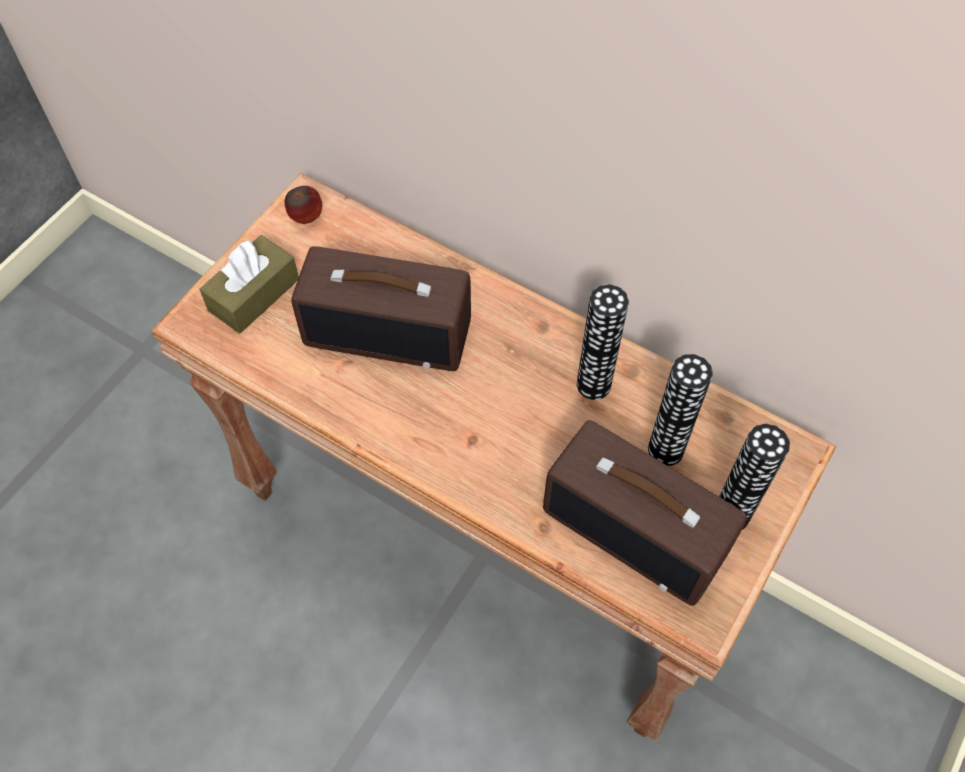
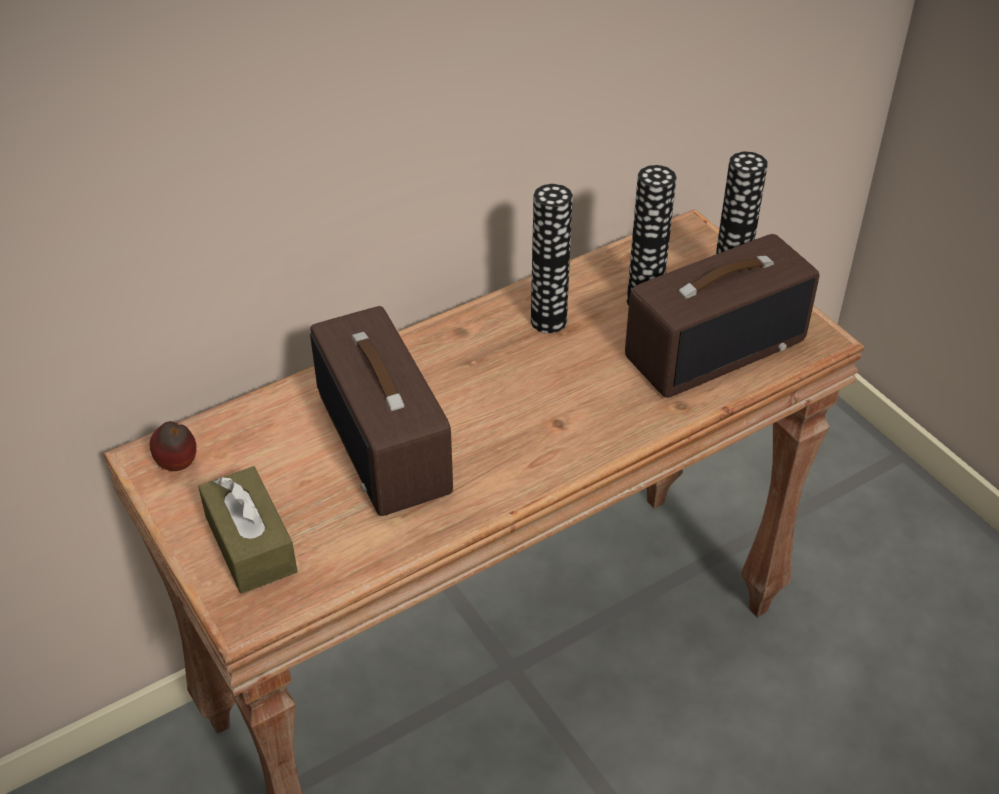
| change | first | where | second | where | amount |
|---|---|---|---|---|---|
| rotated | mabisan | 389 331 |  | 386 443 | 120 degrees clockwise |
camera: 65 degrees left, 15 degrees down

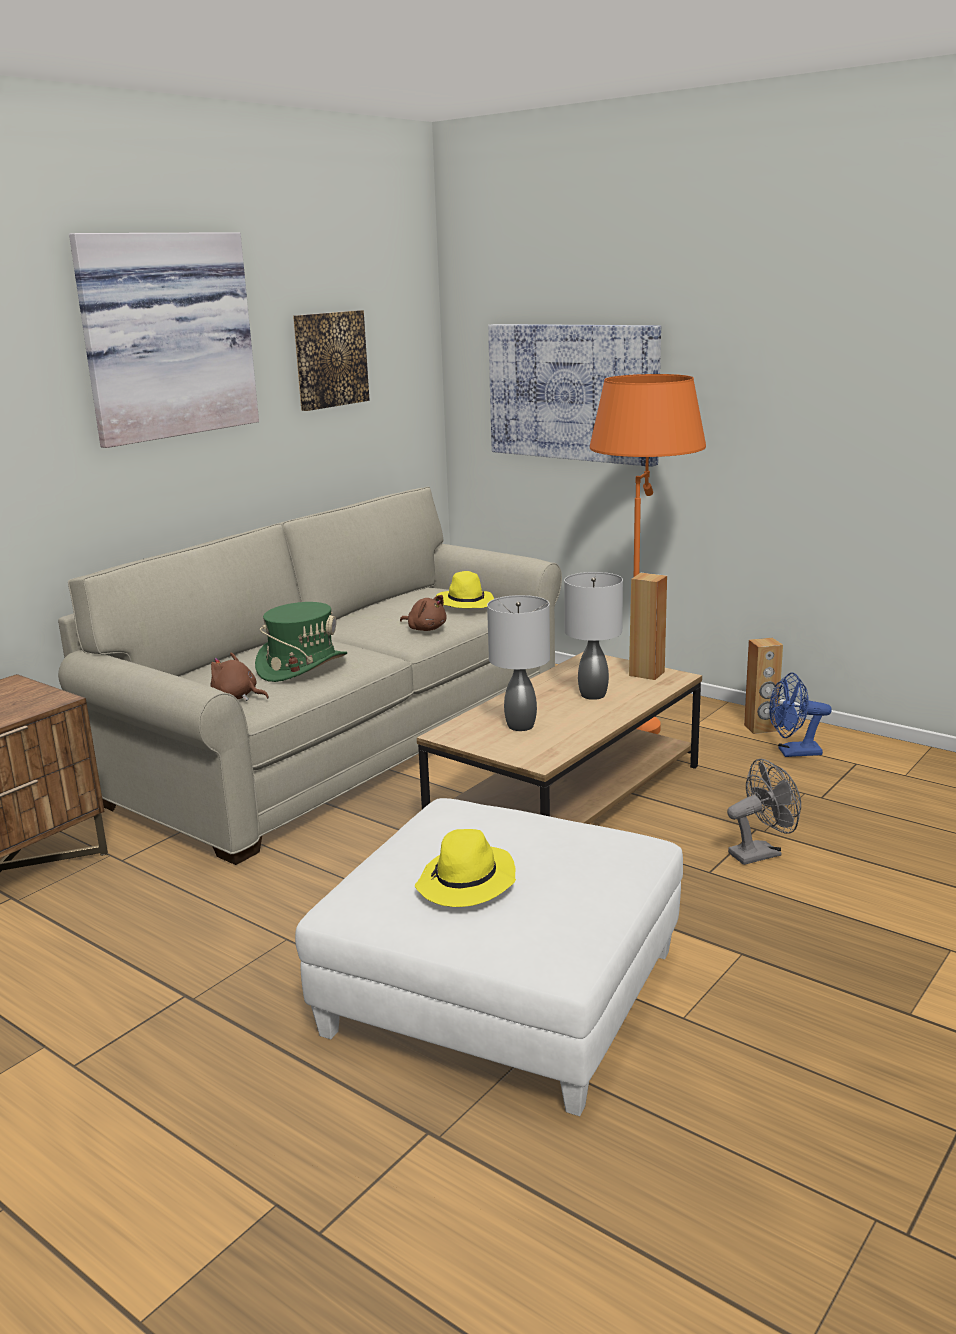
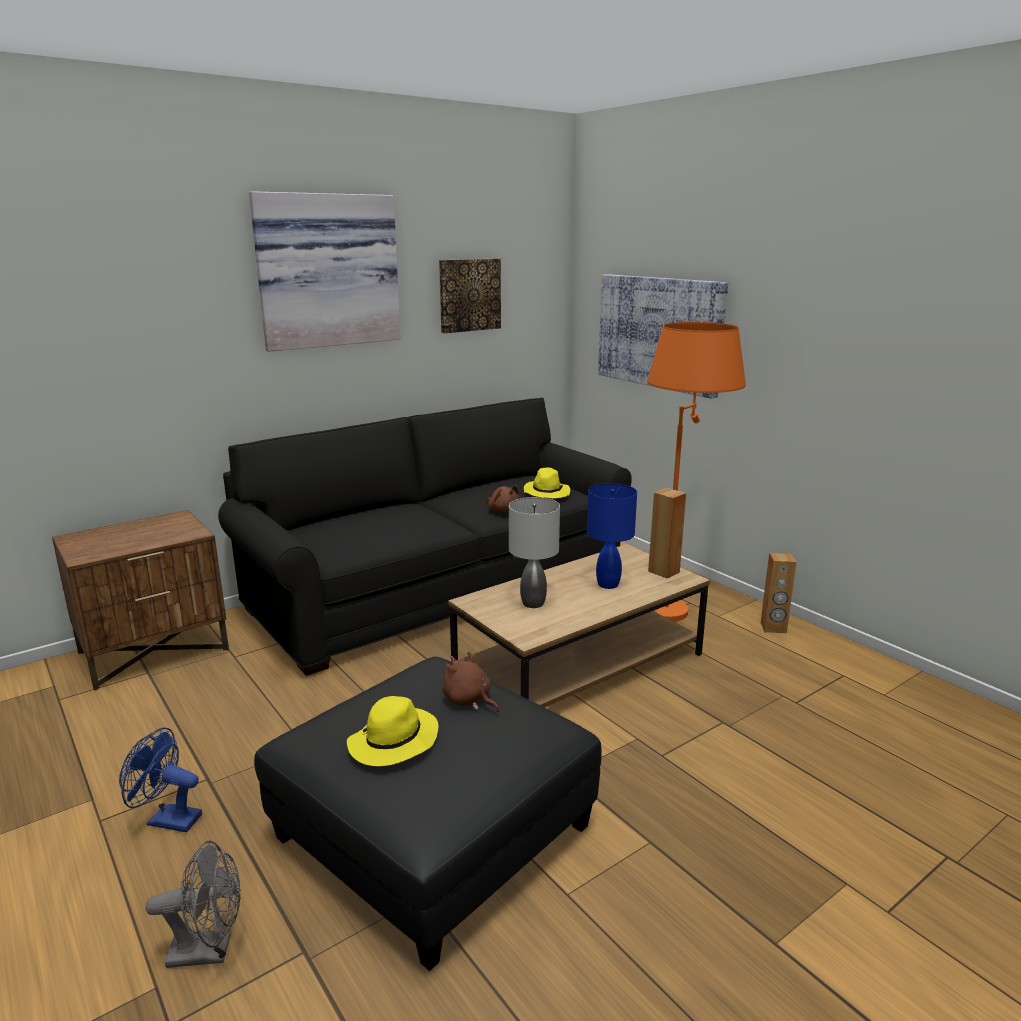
| change | first | where | second | where | amount |
|---|---|---|---|---|---|
| repainted | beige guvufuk | 344 743 | black guvufuk | 439 589 |  |
| shifted | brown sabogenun | 237 697 |  | 469 700 |  |
| gone | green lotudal | 302 666 |  |  |  |
| repainted | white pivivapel | 500 991 | black pivivapel | 433 831 |  |
| repainted | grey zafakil | 592 695 | blue zafakil | 607 584 |  |
| shifted | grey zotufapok | 761 853 |  | 209 950 |  |
| shifted | blue zotufapok | 793 753 |  | 167 819 |  |
camera: 15 degrees right, 0 degrees up

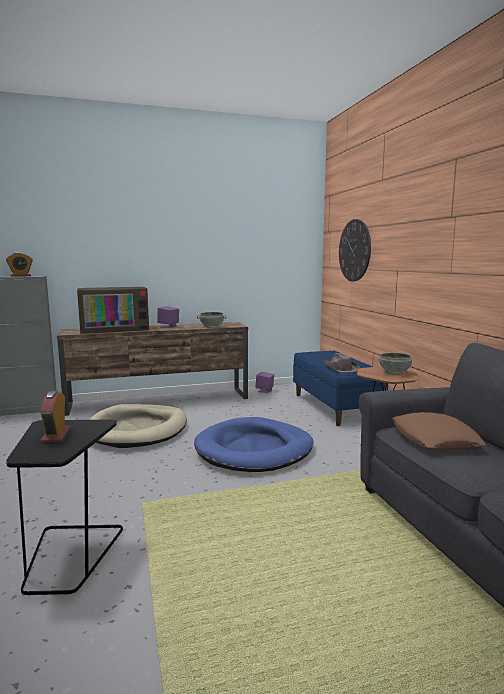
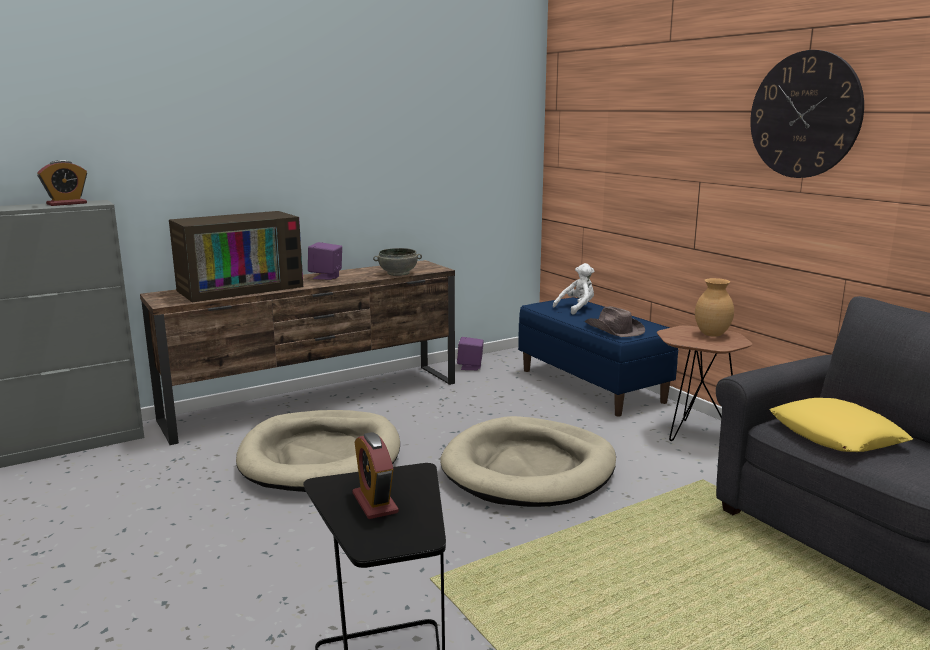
| change | first | where | second | where | amount |
|---|---|---|---|---|---|
| repainted | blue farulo | 254 449 | beige farulo | 529 468 |  |
| shifted | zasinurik | 354 250 |  | 804 115 |  |
| swapped | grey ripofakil | 395 372 | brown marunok | 712 335 |  |
| repainted | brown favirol | 434 439 | yellow favirol | 836 435 |  |
| new |  |  | white sabogenun | 577 308 |  |
camera: 15 degrees left, 5 degrees up

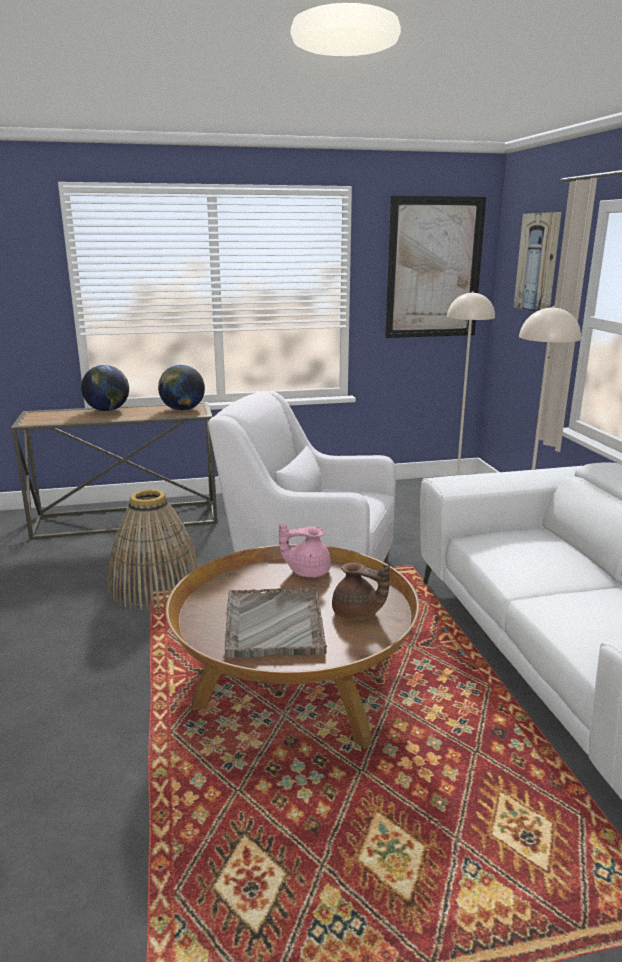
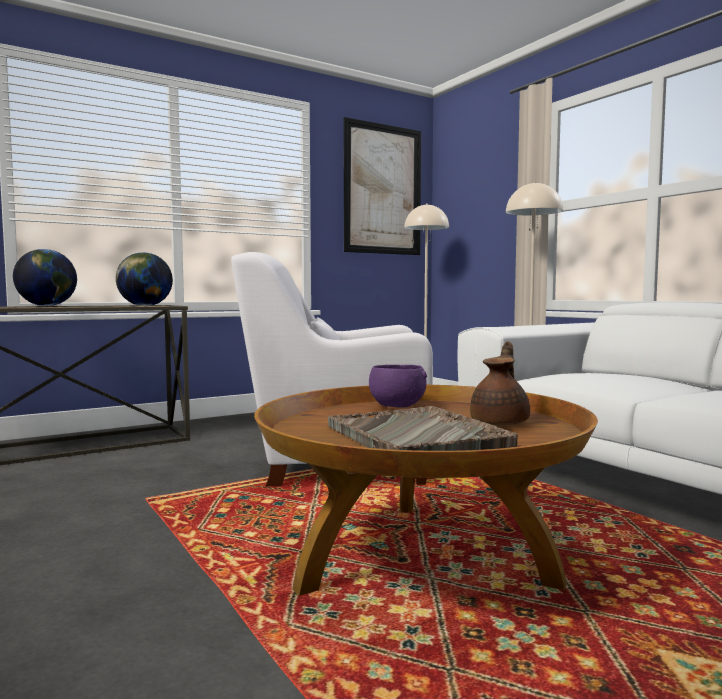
| change | first | where | second | where | amount |
|---|---|---|---|---|---|
| gone | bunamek | 156 586 |  |  |  |
| swapped | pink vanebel | 307 571 | purple ripofakil | 396 406 |  |
| rotated | brown vanebel | 357 614 |  | 501 423 | 75 degrees counterclockwise |
| gone | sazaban | 538 262 |  |  |  |
camera: 20 degrees left, 15 degrees down

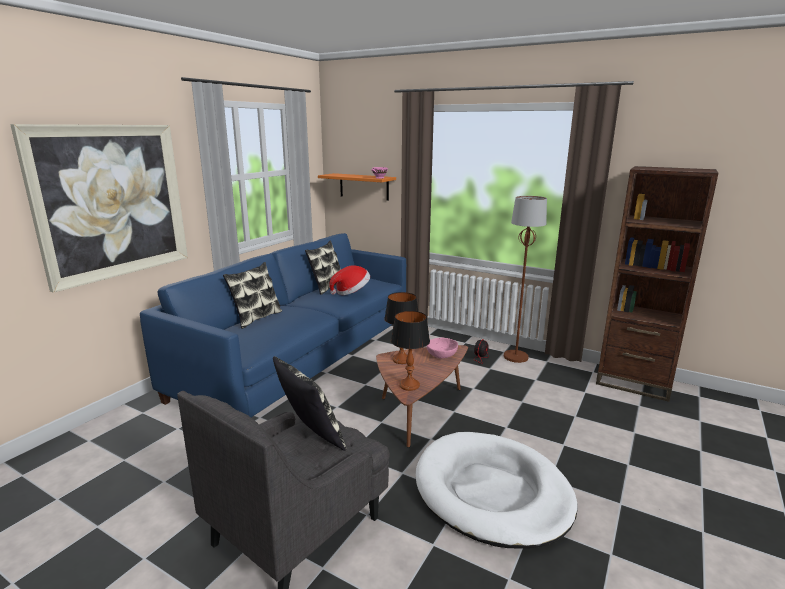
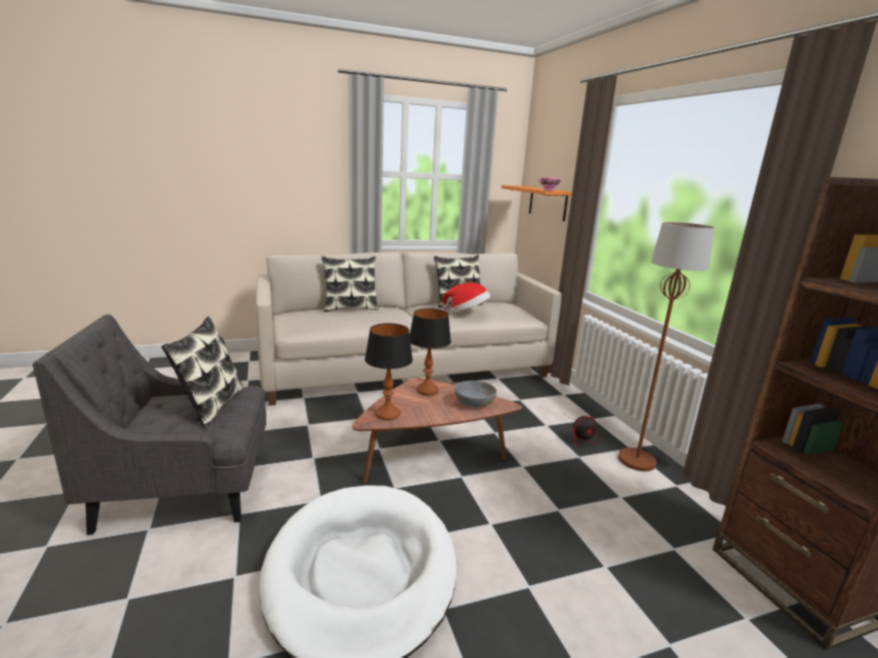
| change | first | where | second | where | amount |
|---|---|---|---|---|---|
| gone | sazaban | 112 202 |  |  |  |
| repainted | blue guvufuk | 301 358 | beige guvufuk | 406 368 |  |
| repainted | pink ripofakil | 441 355 | grey ripofakil | 474 403 |  |
camera: 40 degrees right, 0 degrees up

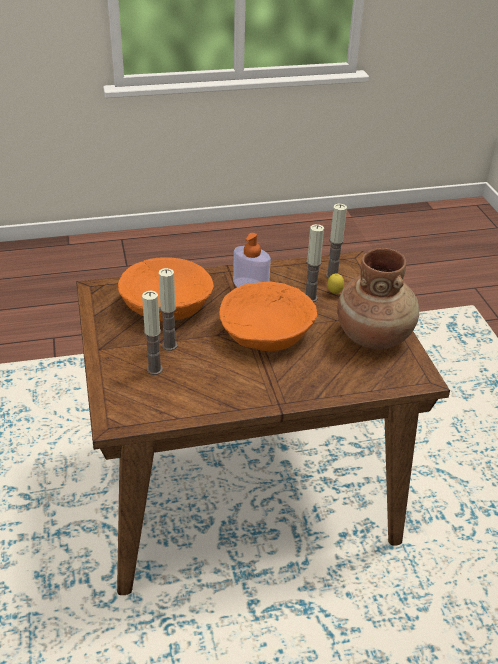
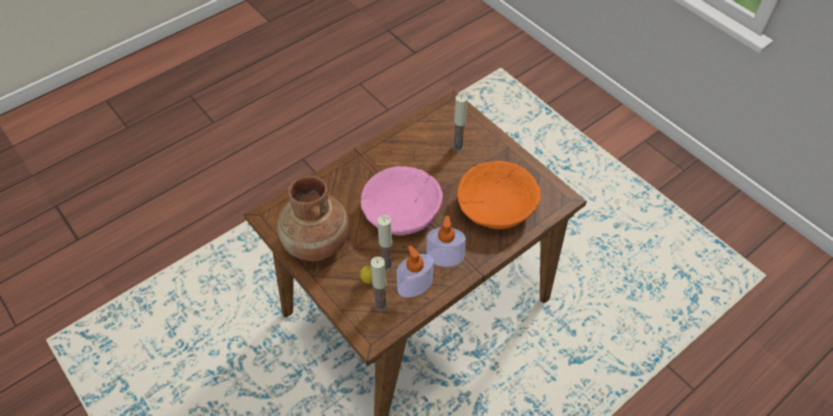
| change | first | where | second | where | amount |
|---|---|---|---|---|---|
| gone | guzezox | 169 345 |  |  |  |
| repainted | orange ripofakil | 267 332 | pink ripofakil | 401 212 |  |
| new |  |  | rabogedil | 415 285 |  |
camera: 155 degrees right, 15 degrees up

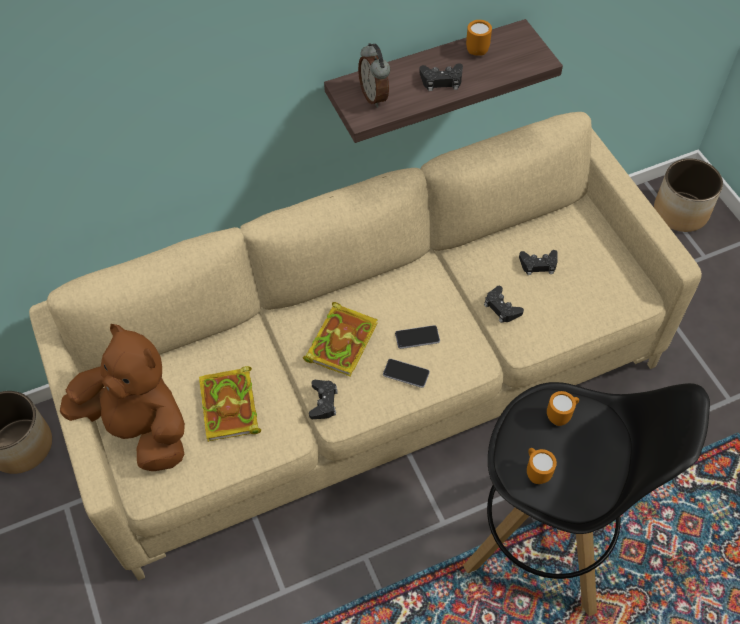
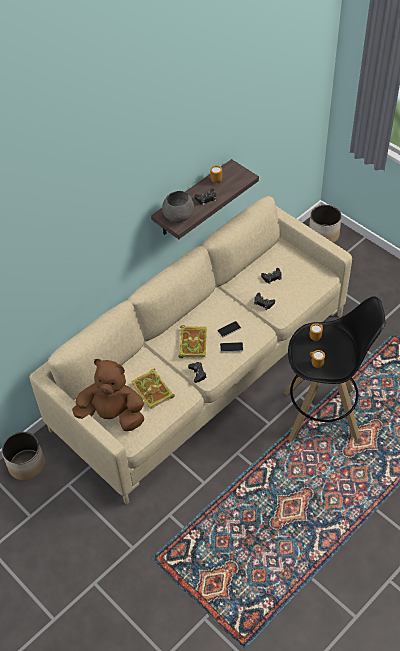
| change | first | where | second | where | amount |
|---|---|---|---|---|---|
| swapped | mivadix | 375 96 | grey ripofakil | 179 215 |  |
camera: 20 degrees left, 5 degrees down

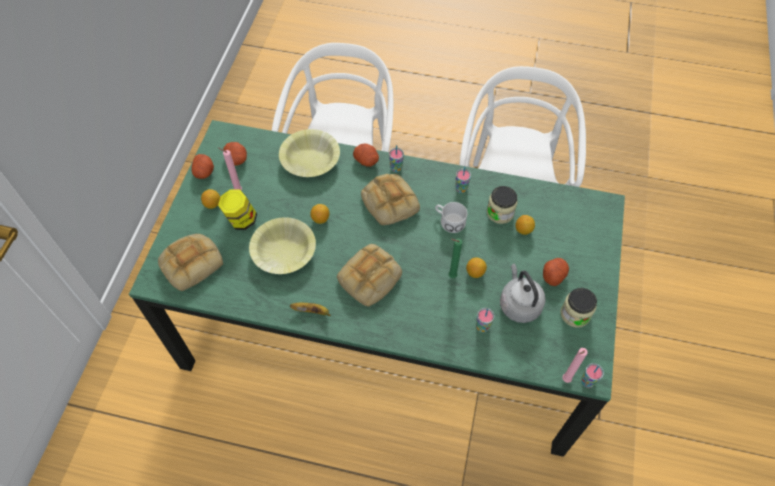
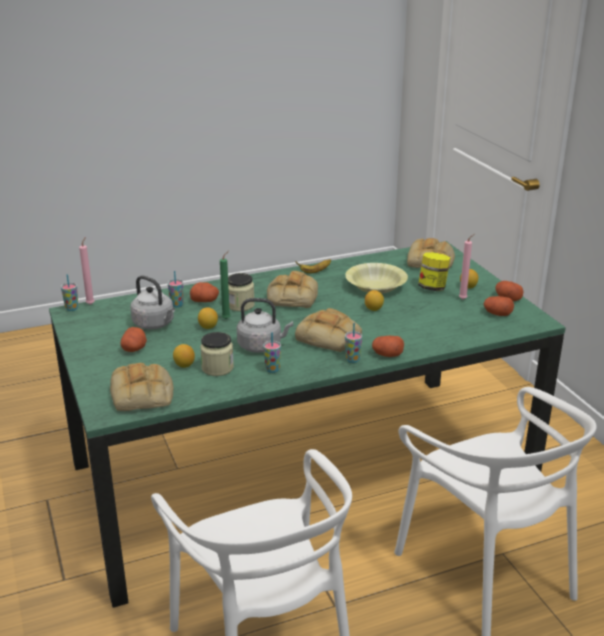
| change | first | where | second | where | amount |
|---|---|---|---|---|---|
| gone | yellow ripofakil | 310 159 |  |  |  |
| swapped | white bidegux | 449 221 | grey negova | 262 346 |  |
| shifted | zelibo | 575 314 |  | 240 305 |  |
| new |  |  | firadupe | 143 394 |  |
| new |  |  | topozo | 205 300 |  |
camera: 145 degrees right, 30 degrees down

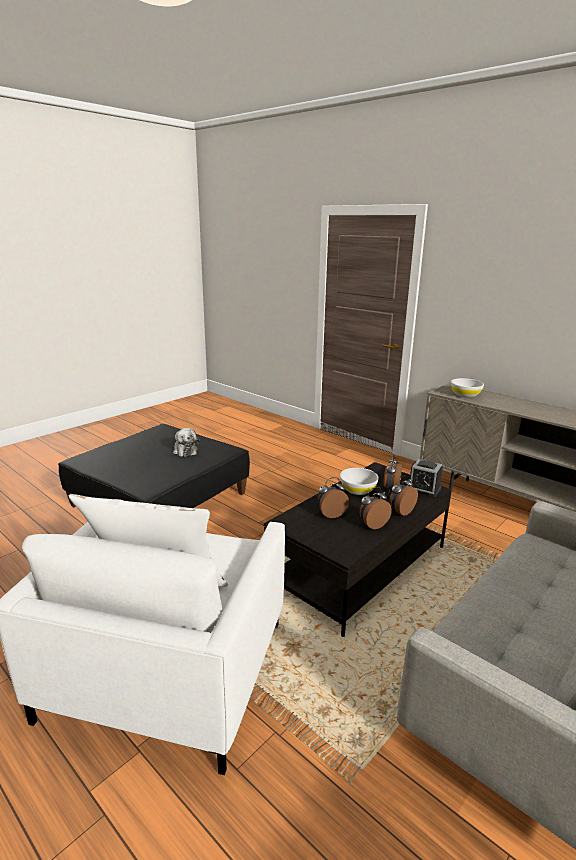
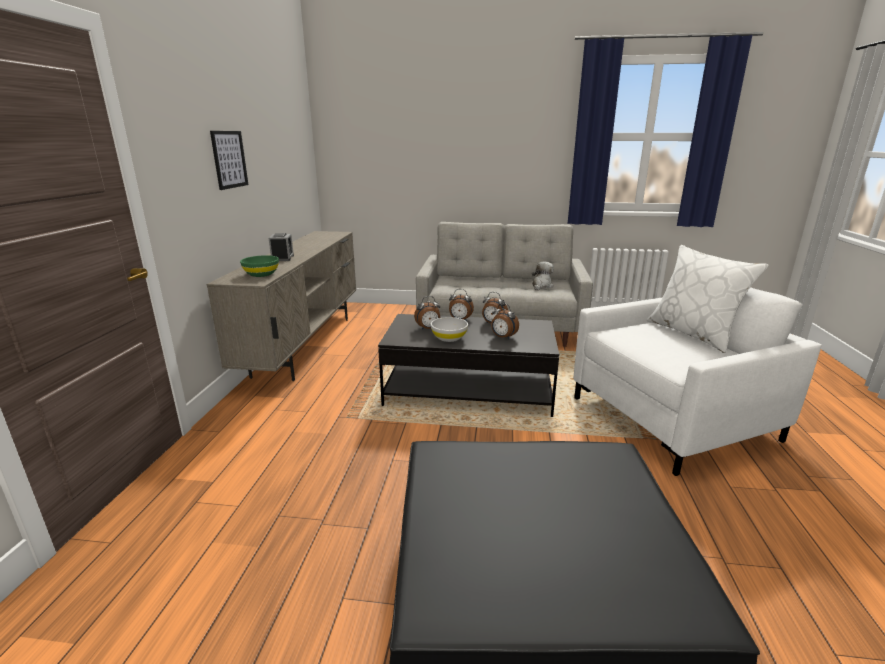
| change | first | where | second | where | amount |
|---|---|---|---|---|---|
| shifted | sabogenun | 185 450 |  | 541 286 |  |
| shifted | mivadix | 424 489 |  | 282 258 |  |
| repainted | white ripofakil | 465 395 | green ripofakil | 261 274 |  |
| new |  |  | sazaban | 229 159 |  |
camera: 125 degrees left, 0 degrees up

